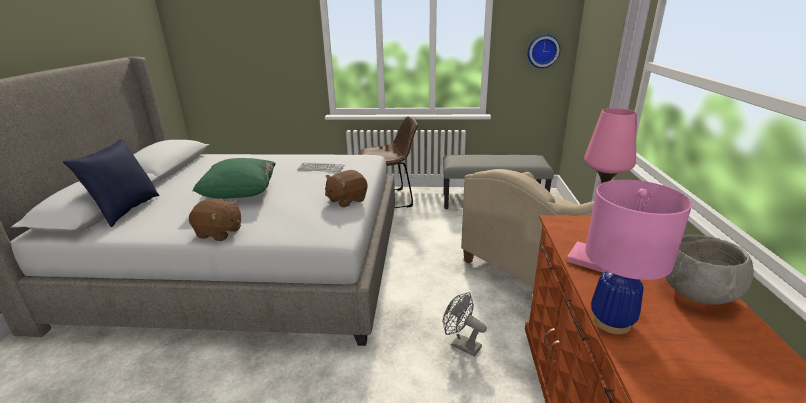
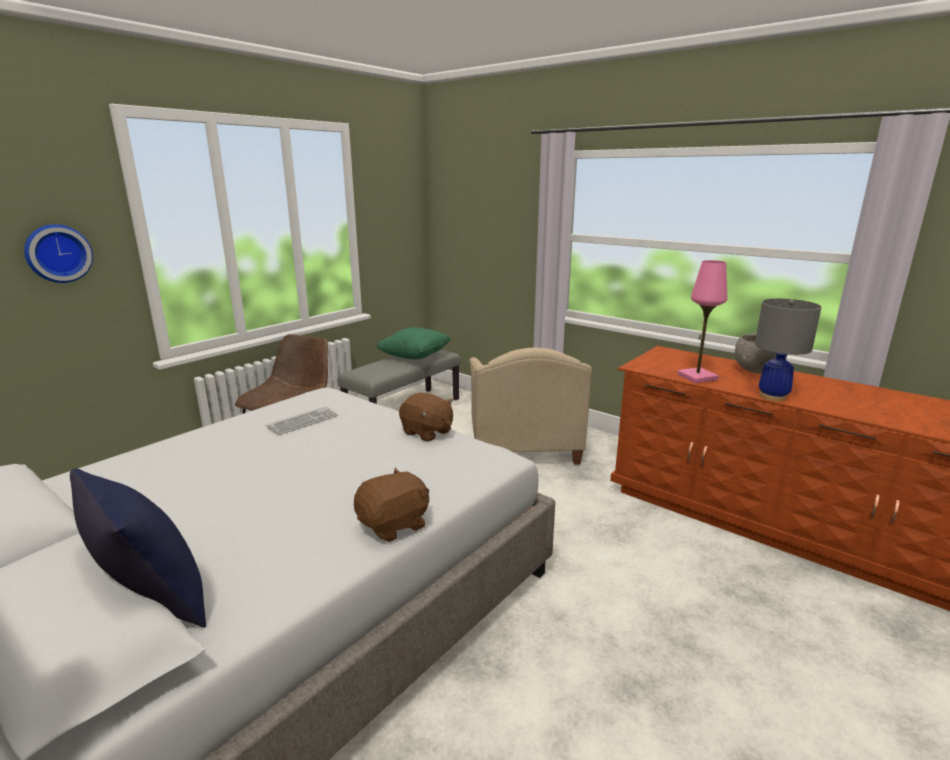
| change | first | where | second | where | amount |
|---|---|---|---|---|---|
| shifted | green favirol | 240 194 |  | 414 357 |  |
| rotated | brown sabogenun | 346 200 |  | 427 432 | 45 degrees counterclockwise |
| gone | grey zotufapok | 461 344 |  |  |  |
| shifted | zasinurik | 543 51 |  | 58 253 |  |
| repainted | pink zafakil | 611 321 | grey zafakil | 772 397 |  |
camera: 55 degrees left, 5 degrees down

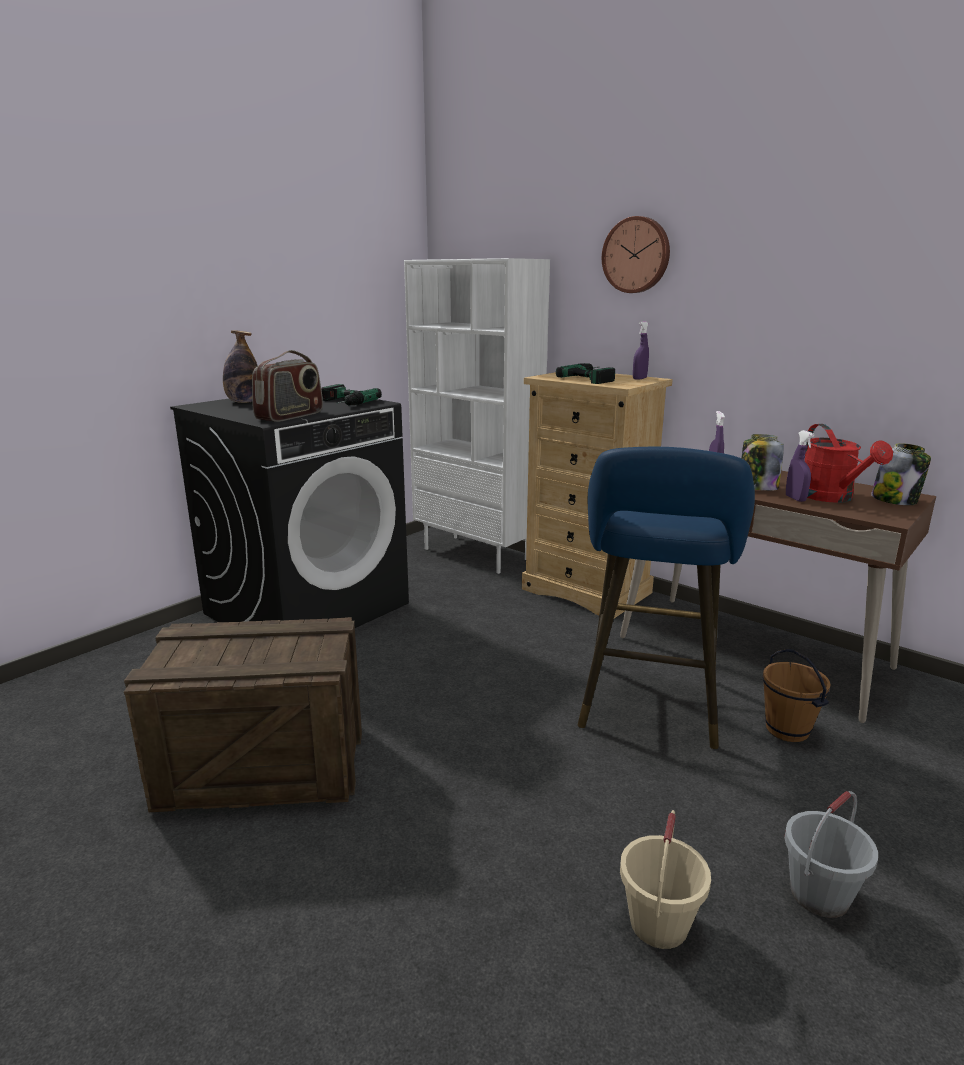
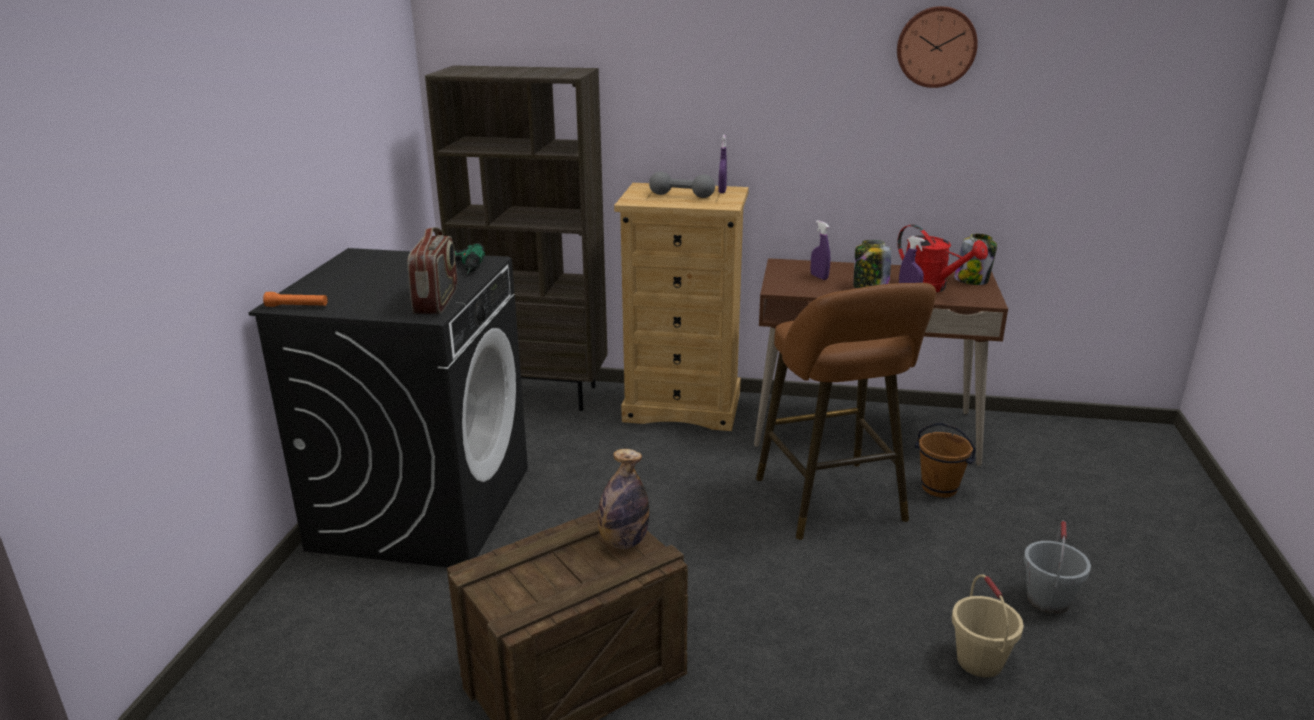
| change | first | where | second | where | amount |
|---|---|---|---|---|---|
| shifted | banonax | 243 402 |  | 623 542 |  |
| repainted | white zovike | 477 554 | brown zovike | 537 393 |  |
| swapped | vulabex | 595 378 | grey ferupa | 681 196 |  |
| repainted | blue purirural | 649 708 | brown purirural | 833 504 |  |
| shifted | zasinurik | 637 255 |  | 936 47 |  |
| new |  |  | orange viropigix | 297 306 |  |
camera: 30 degrees left, 5 degrees up

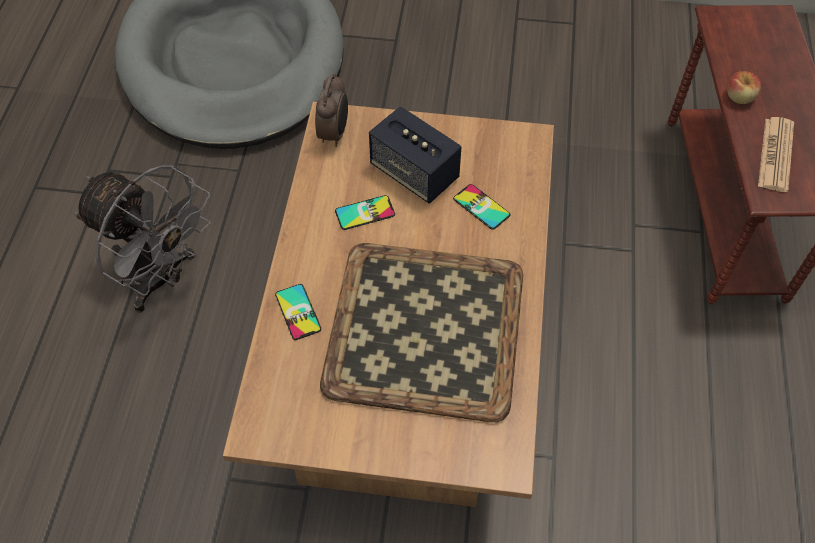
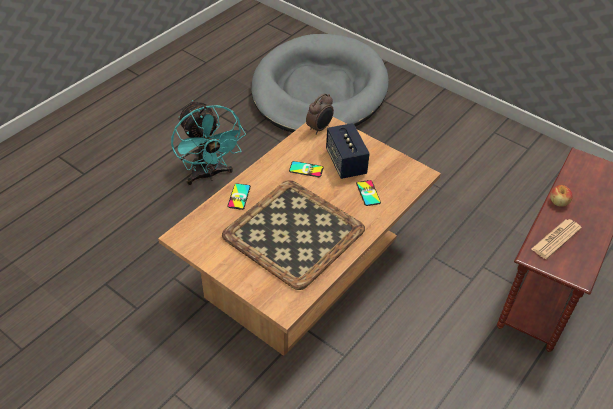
| change | first | where | second | where | amount |
|---|---|---|---|---|---|
| repainted | grey zotufapok | 161 279 | turquoise zotufapok | 208 175 |  |
camera: 30 degrees right, 10 degrees down

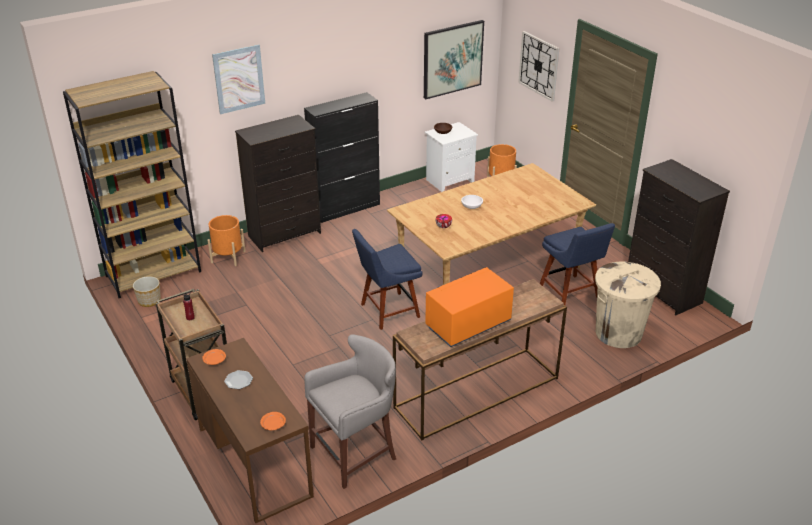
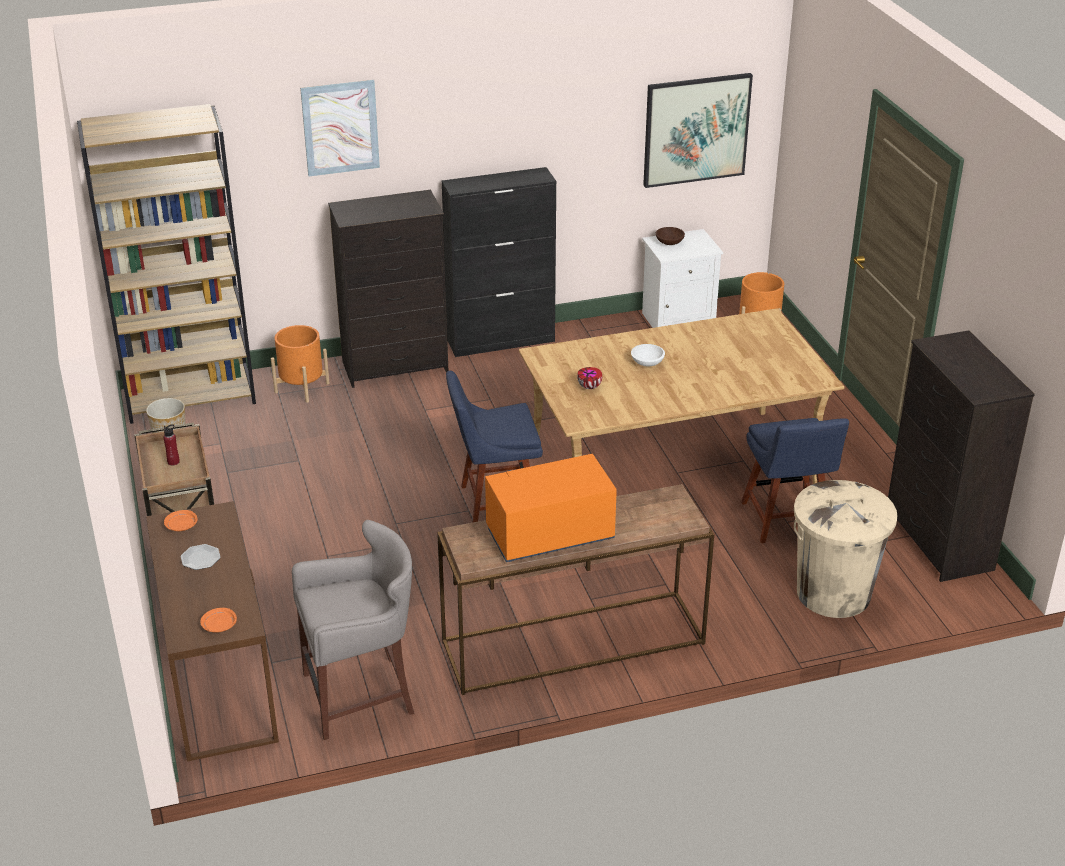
| change | first | where | second | where | amount |
|---|---|---|---|---|---|
| gone | zasinurik | 539 65 |  |  |  |
camera: 15 degrees right, 0 degrees up

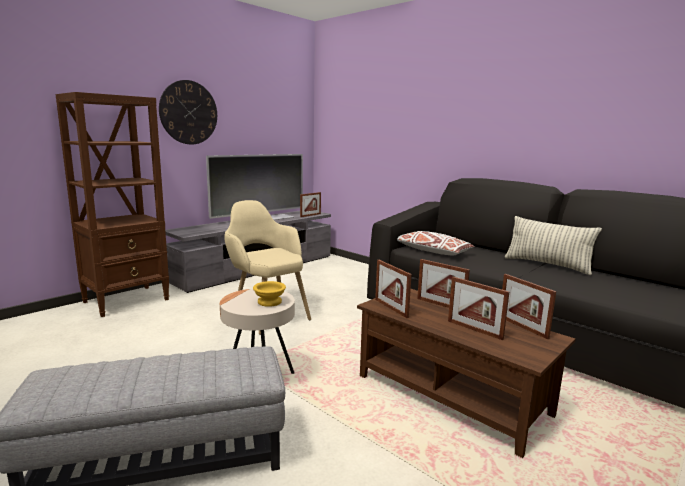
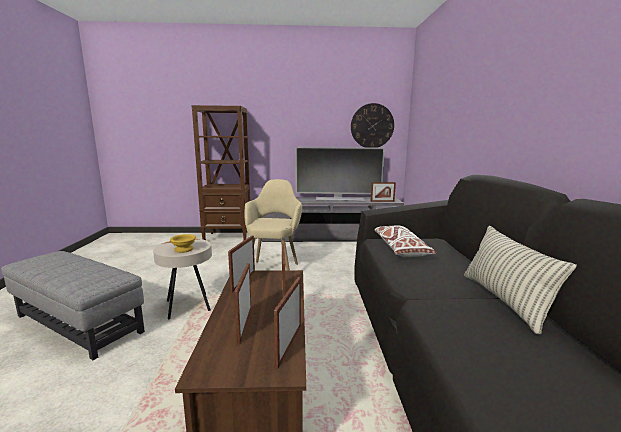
| change | first | where | second | where | amount |
|---|---|---|---|---|---|
| shifted | zasinurik | 189 112 |  | 372 126 |  |
camera: 45 degrees right, 0 degrees up

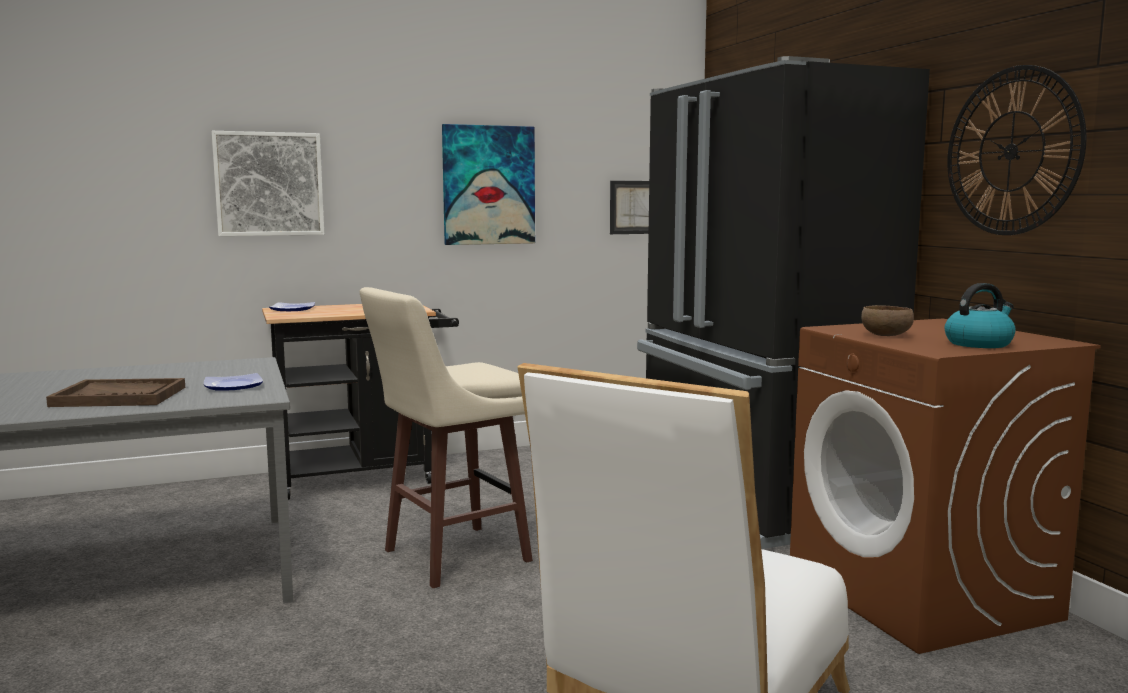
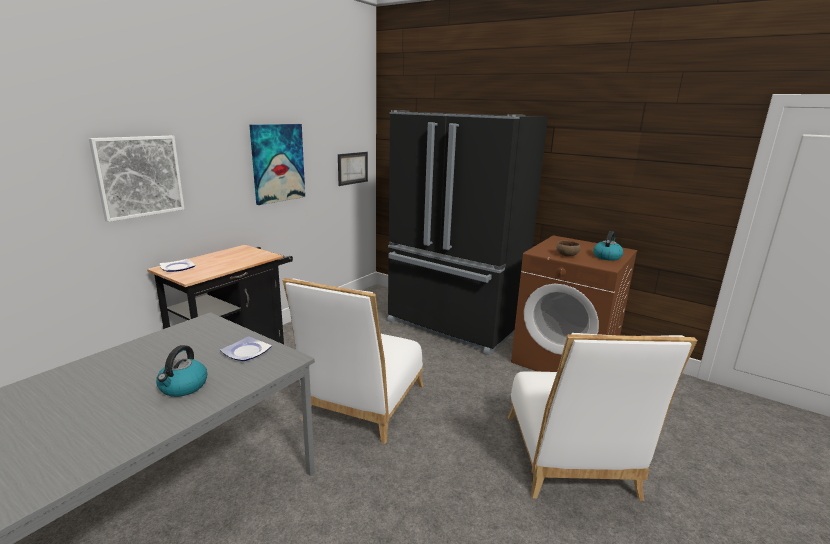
| change | first | where | second | where | amount |
|---|---|---|---|---|---|
| swapped | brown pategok | 120 396 | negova | 183 387 |  |
| swapped | beige purirural | 452 557 | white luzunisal | 361 406 |  |
| gone | zasinurik | 1011 151 |  |  |  |
camera: 35 degrees left, 10 degrees up

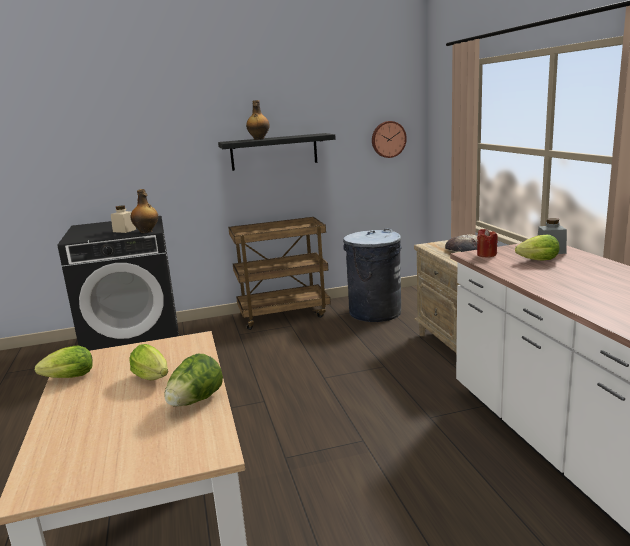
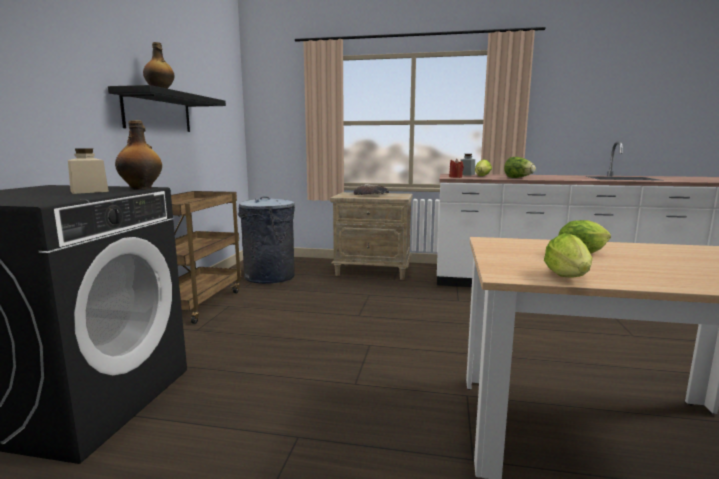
| change | first | where | second | where | amount |
|---|---|---|---|---|---|
| shifted | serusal | 195 401 |  | 518 178 |  |
| gone | zasinurik | 388 139 |  |  |  |
camera: 65 degrees left, 5 degrees down

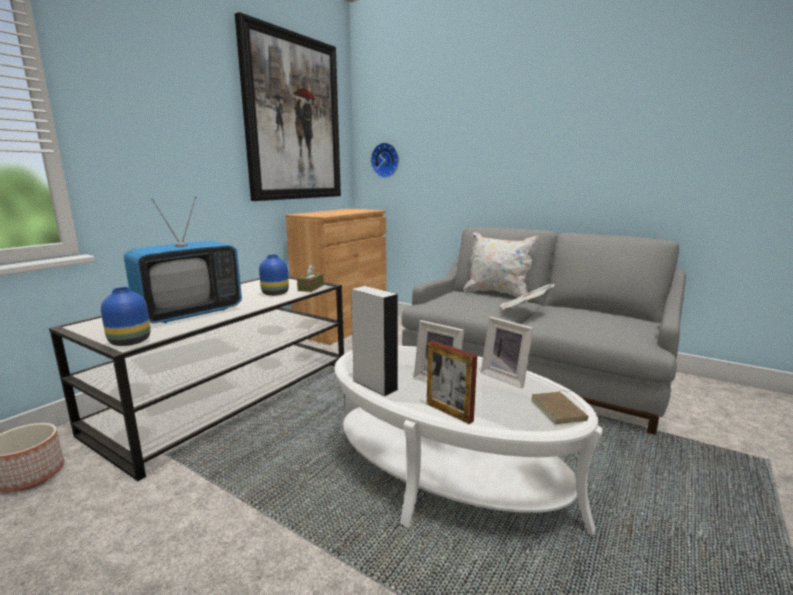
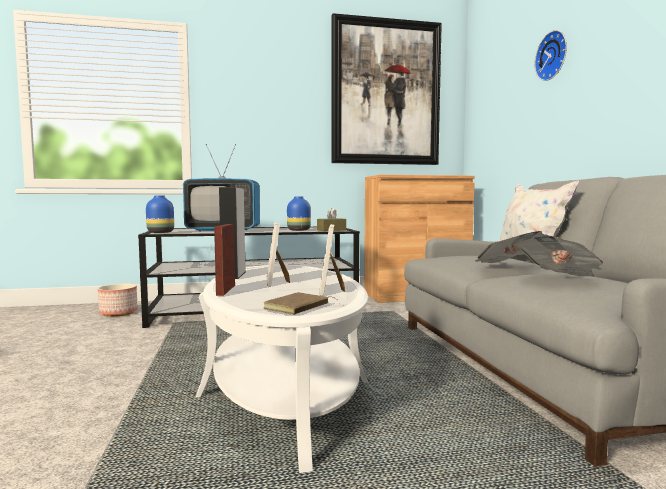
| change | first | where | second | where | amount |
|---|---|---|---|---|---|
| shifted | zasinurik | 386 160 |  | 553 56 |  |
| new |  |  | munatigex | 560 279 |  |
camera: 45 degrees right, 10 degrees down

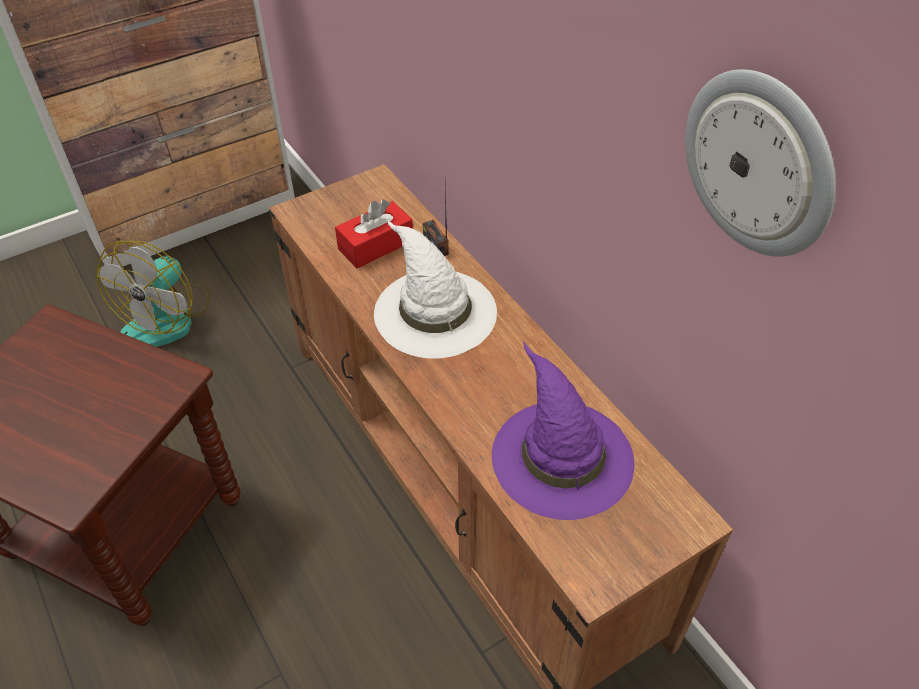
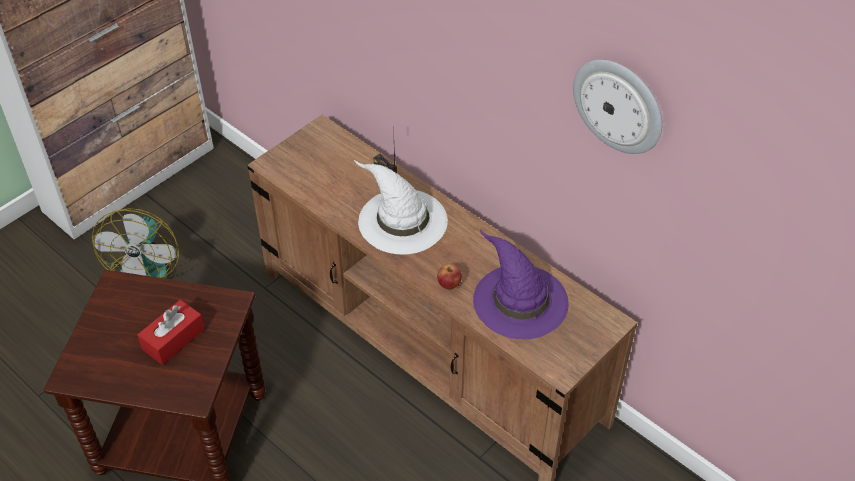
| change | first | where | second | where | amount |
|---|---|---|---|---|---|
| shifted | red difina | 376 245 |  | 173 339 |  |
| new |  |  | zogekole | 449 284 |  |
camera: 15 degrees left, 0 degrees up

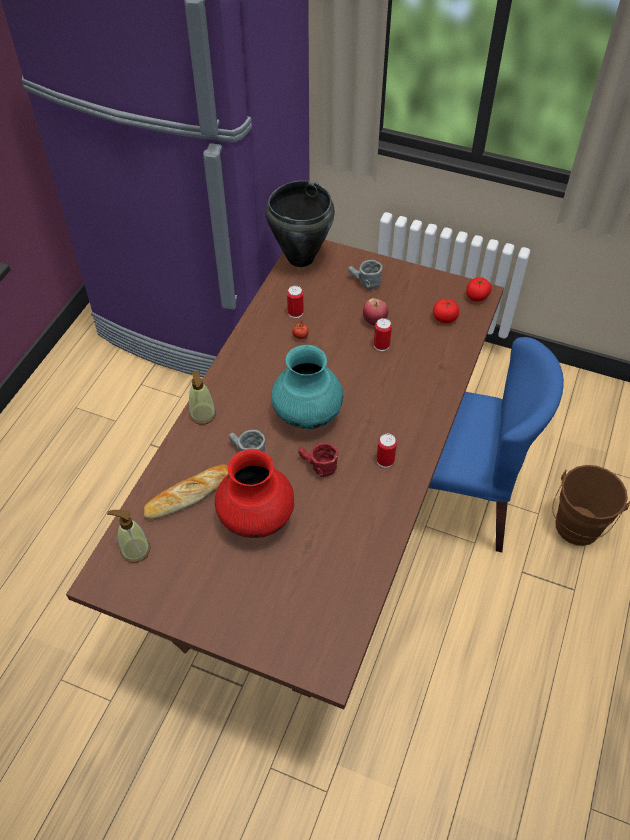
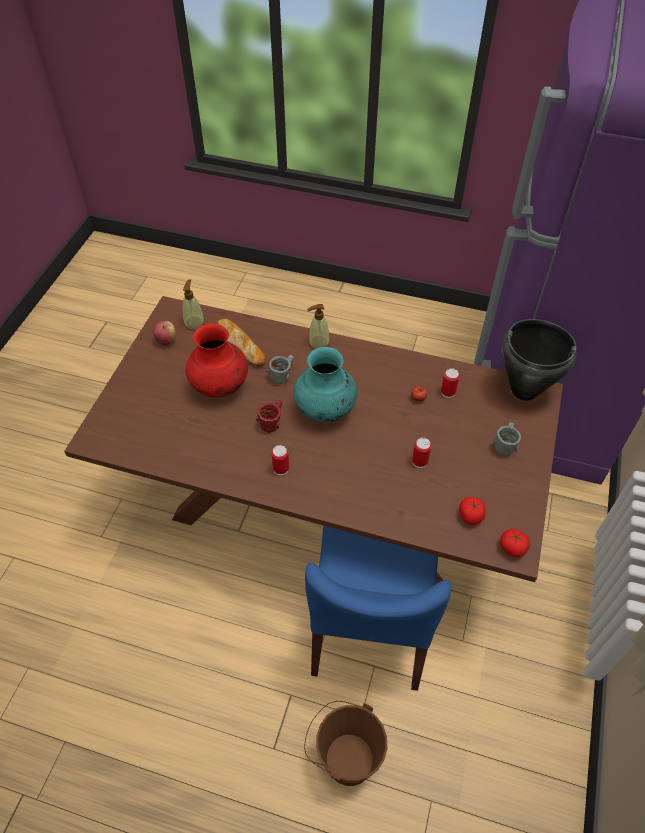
| change | first | where | second | where | amount |
|---|---|---|---|---|---|
| shifted | zogekole | 375 321 |  | 167 341 |  |
camera: 85 degrees right, 0 degrees up

